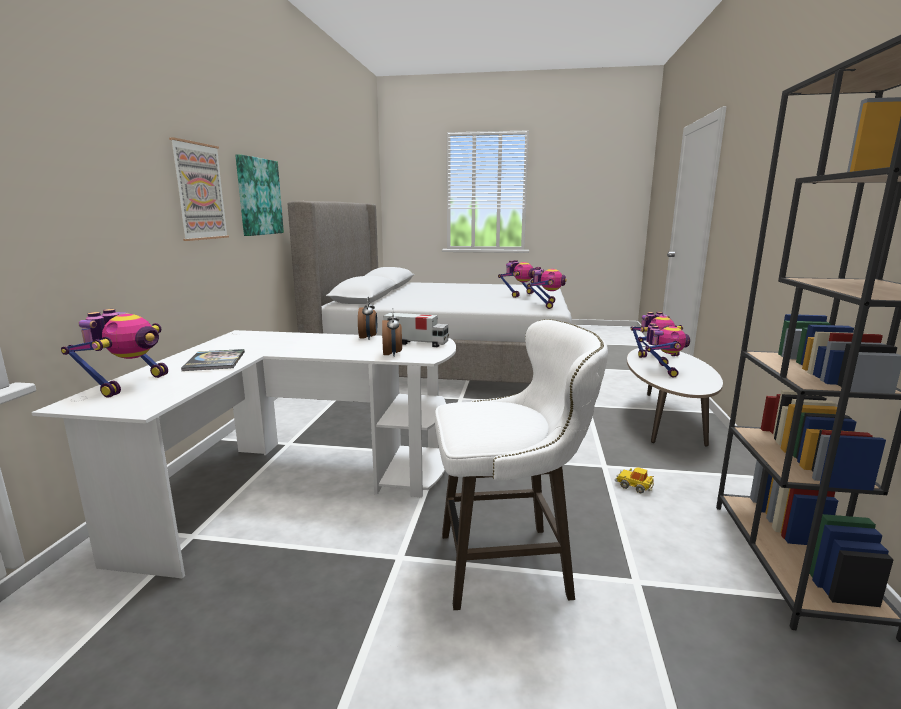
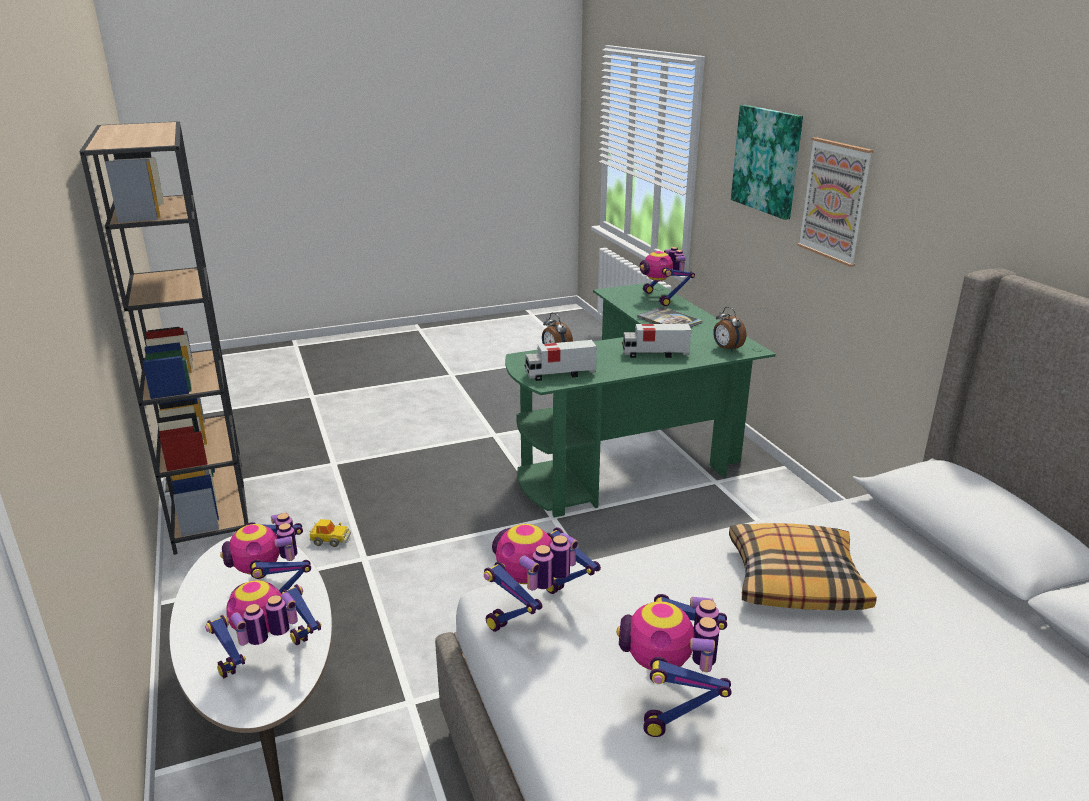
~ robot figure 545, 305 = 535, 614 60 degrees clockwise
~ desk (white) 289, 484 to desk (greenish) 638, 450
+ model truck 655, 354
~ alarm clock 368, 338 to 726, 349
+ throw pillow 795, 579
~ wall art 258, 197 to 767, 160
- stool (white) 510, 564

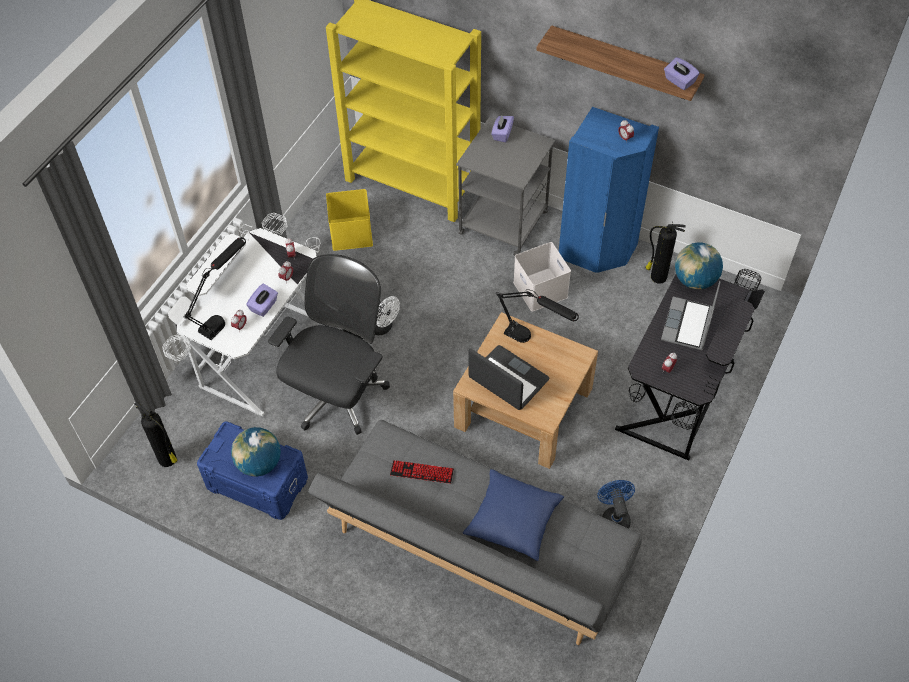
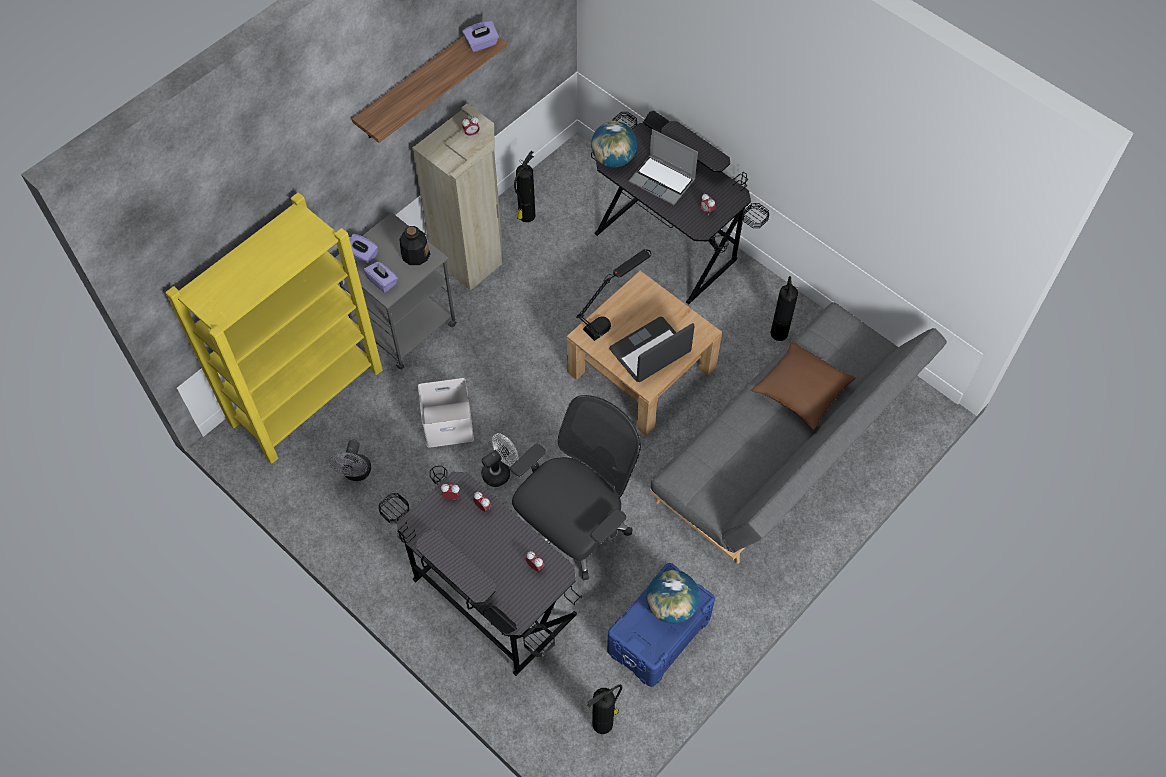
~ storage box (yellow-coloured) 352, 233 to fan (grey) 356, 473
~ tissue holder (purple) 264, 306 to 382, 282
~ desk (white) 261, 352 to desk (black) 490, 600
+ bottle 415, 254
~ storage cabinet (blue-coloured) 597, 249 to storage cabinet (sand-coloured) 473, 254
~ storage box (white) 541, 290 to 449, 423
~ desk chair 340, 397 = 577, 532 90 degrees clockwise
~ throw pillow (blue-coloured) 513, 521 to throw pillow (brown) 801, 391
~ fan (blue-coloured) 614, 517 to extinguisher 779, 332
- table lamp (black) 225, 315
- keyboard 422, 472

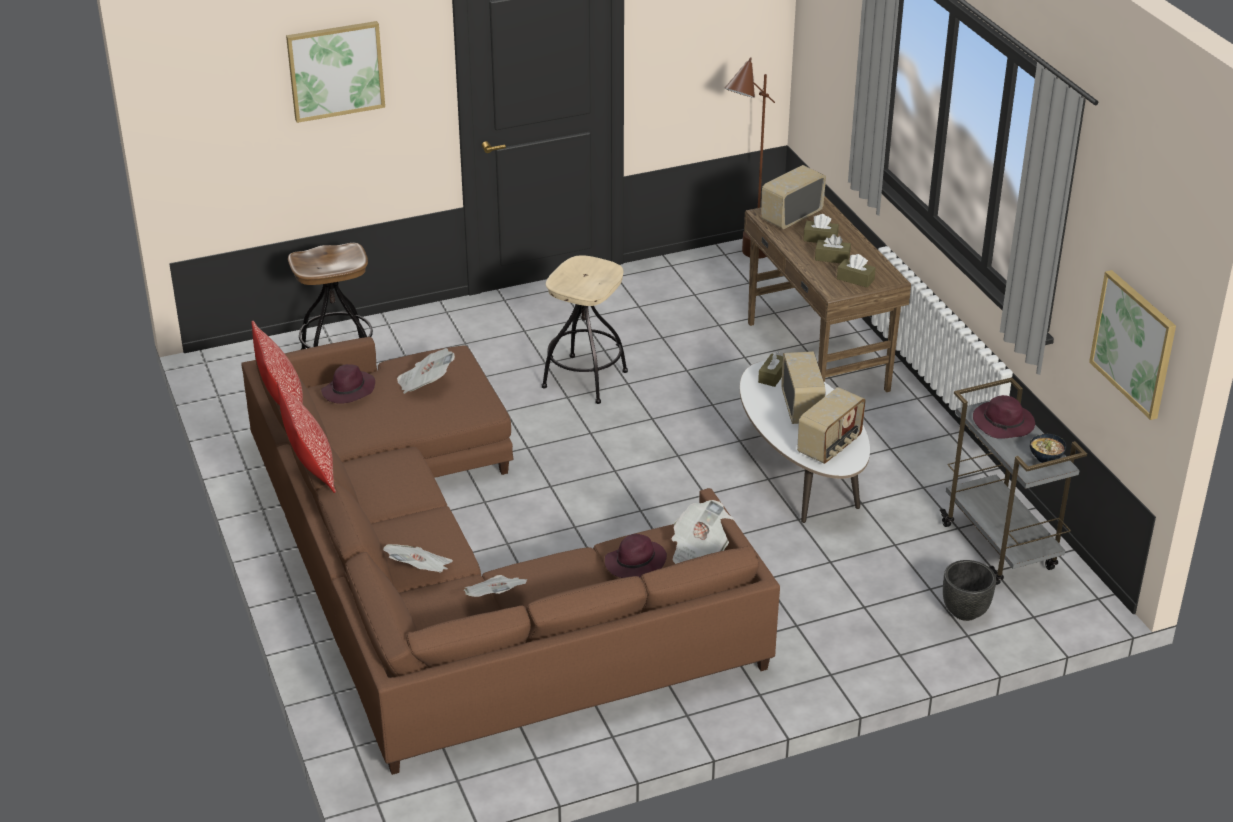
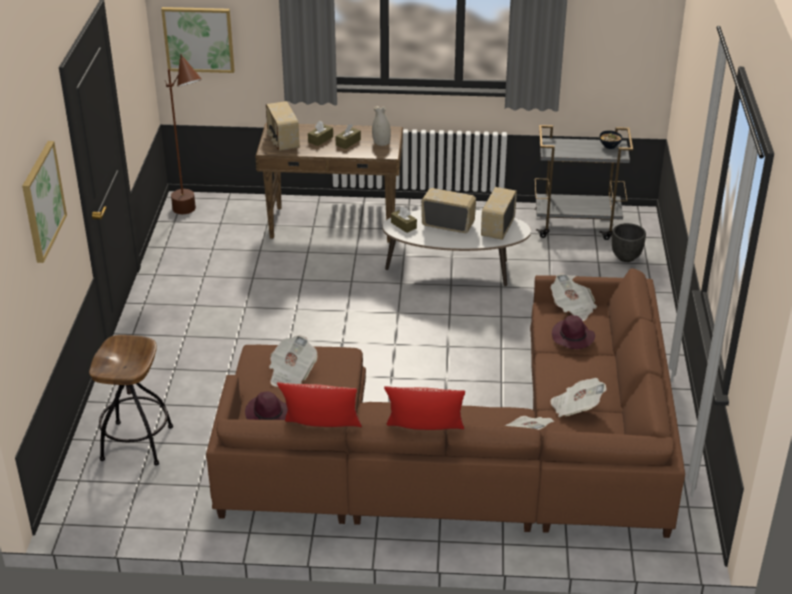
~ wall art 1134, 343 to 198, 39
~ tissue holder (brown) 855, 279 to vase (white) 381, 142
~ radio 830, 446 = 497, 228 135 degrees counterclockwise
- stool (sand-coloured) 585, 379
- hat (purple) 1004, 424

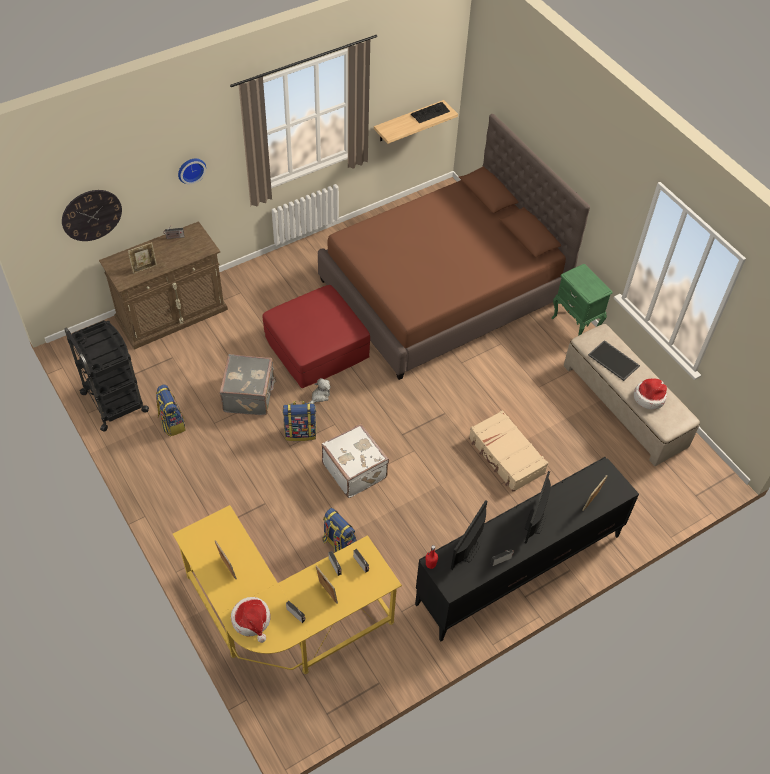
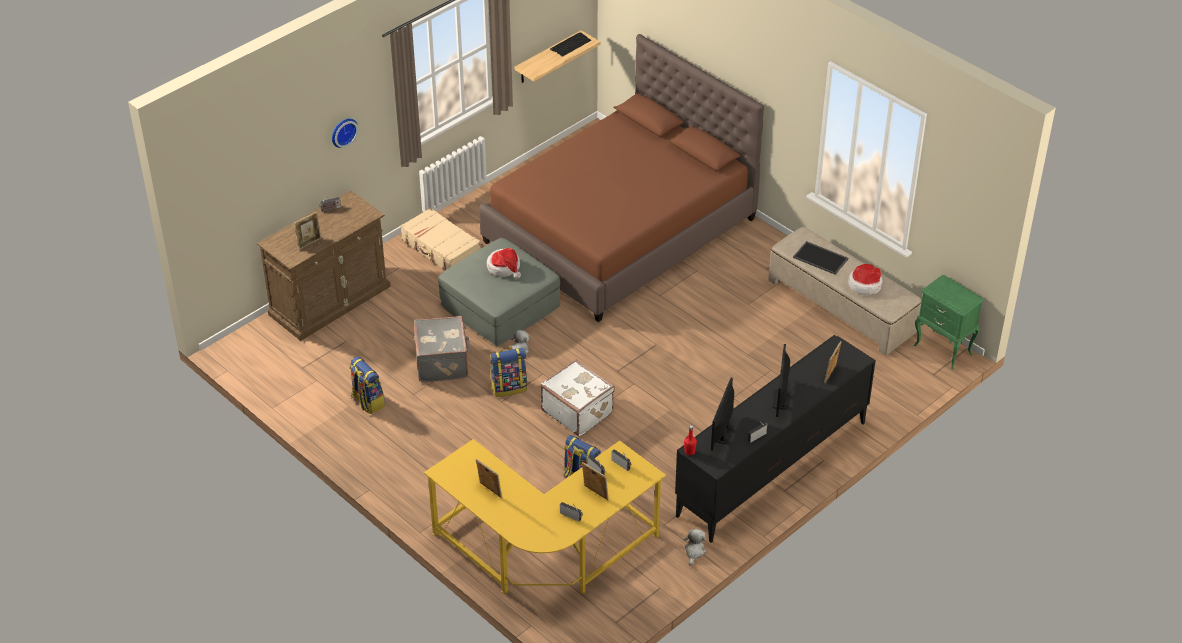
~ piece of luggage (sand-coloured) 506, 456 to 441, 248
~ ottoman (red) 317, 347 to ottoman (grey) 500, 306
~ hat 252, 620 to 504, 268
+ soft toy 694, 551
~ night table (greenish) 575, 326 to 943, 350
- wall clock 91, 215
- trolley (black) 115, 402

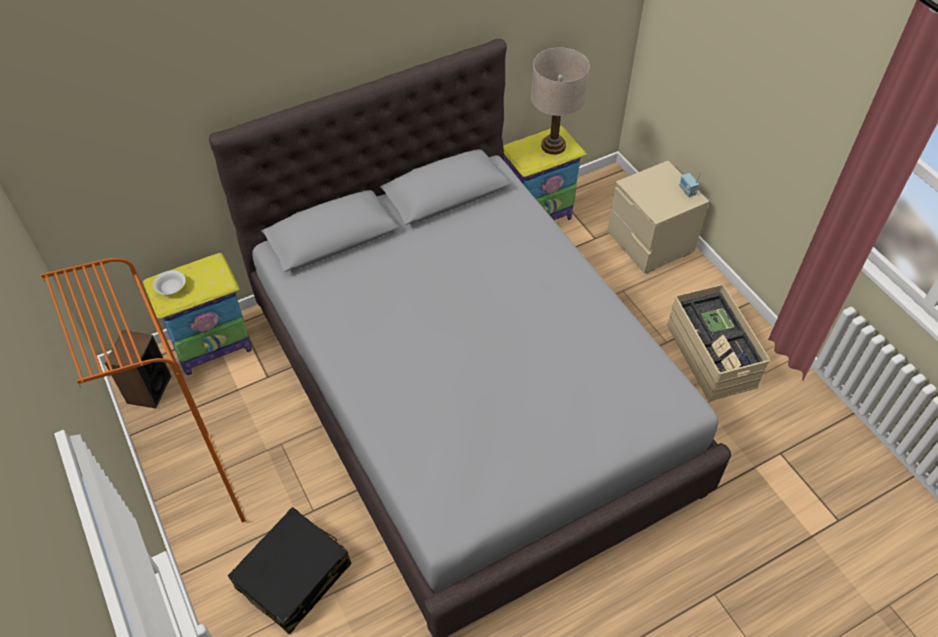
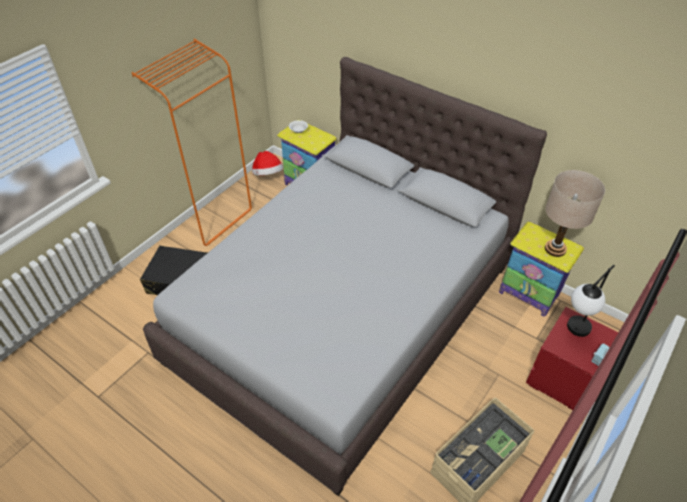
~ speaker 149, 389 to hat 268, 175
~ night table (sand-coloured) 651, 242 to night table (red) 564, 378
+ table lamp 573, 332

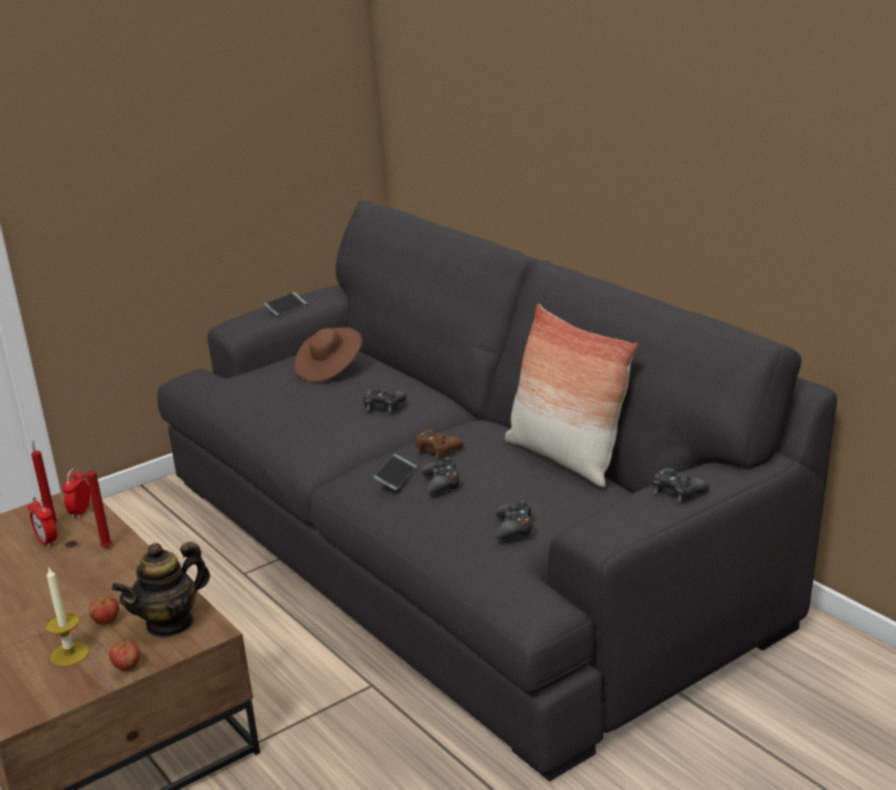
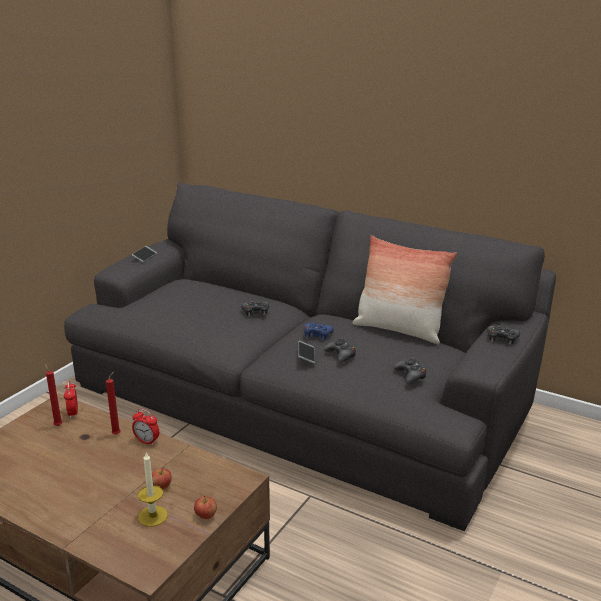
~ alarm clock 47, 541 to 147, 441
~ gamepad (brown) 437, 449 to gamepad (blue-coloured) 317, 334
- teapot 170, 623
- hat (brown) 330, 370

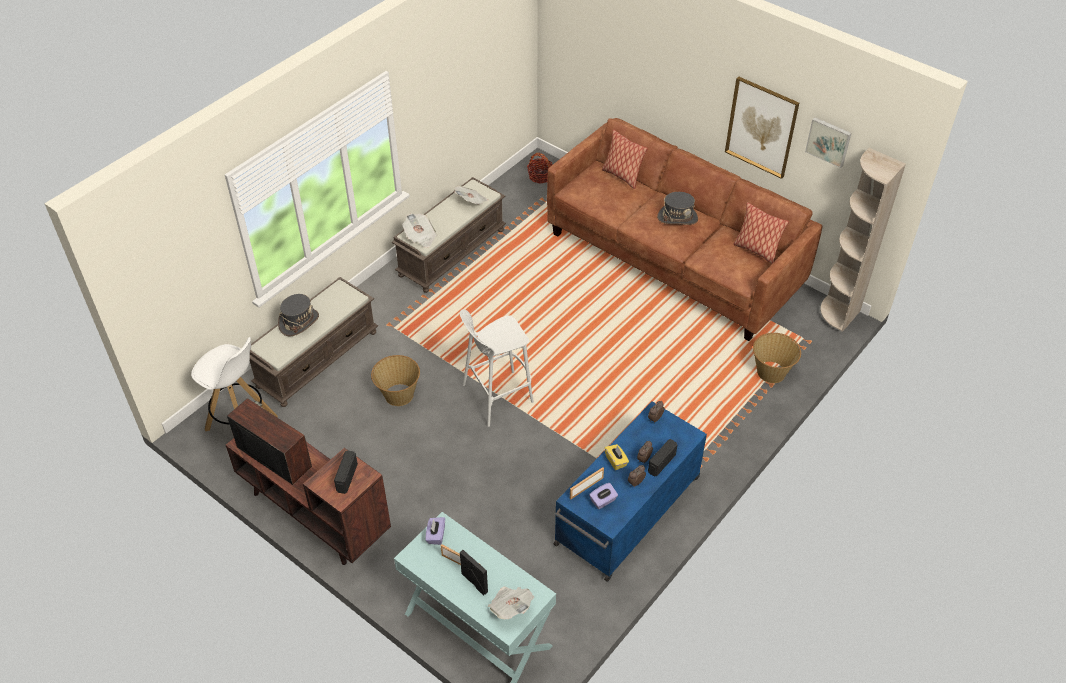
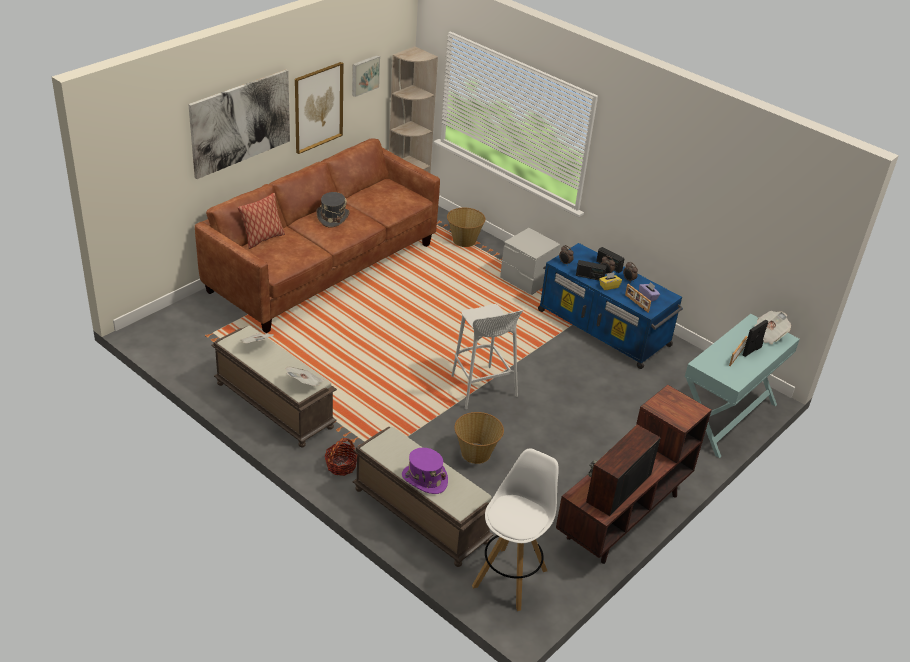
+ wall art 240, 123
~ household basket 540, 176 to 341, 465
~ hat (grey) 299, 322 to hat (purple) 424, 479
+ night table (white) 527, 279
~ radio 346, 477 to 589, 277
- tissue holder (purple) 436, 535
- throw pillow 756, 250

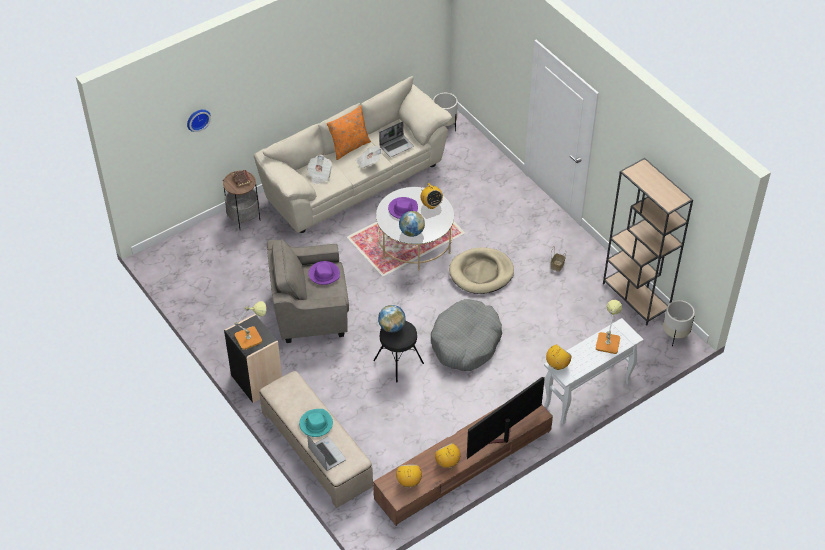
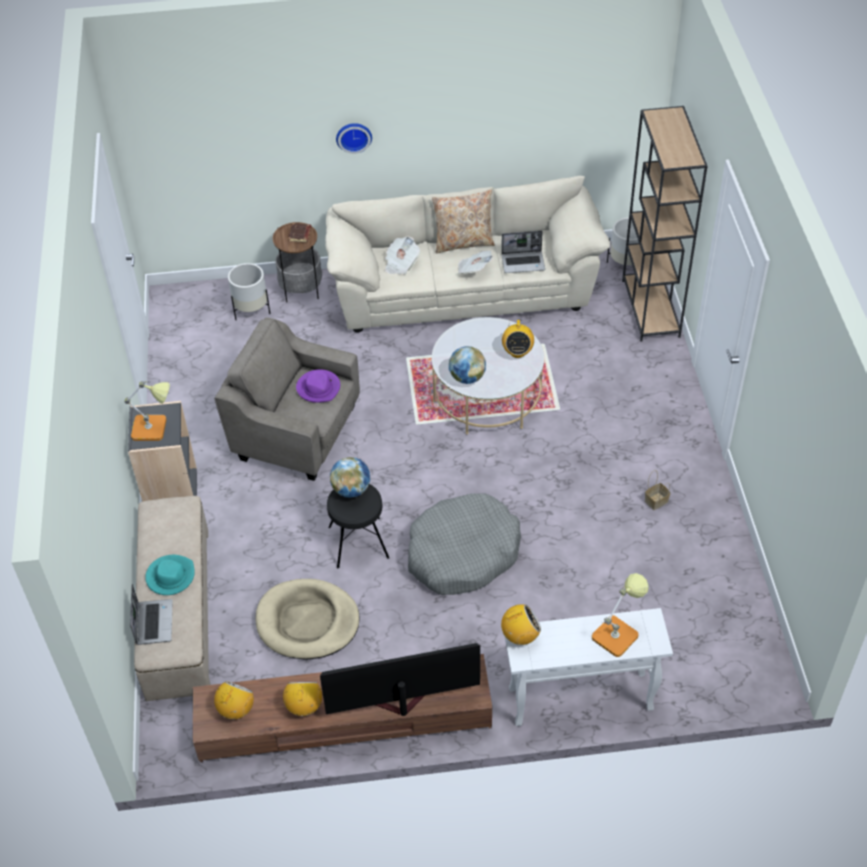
~ plant pot (white) 675, 334 to 251, 310
~ dog cushion (sand-coloured) 481, 273 to 307, 622
~ wall clock 197, 119 to 353, 136
~ throw pillow (orange-coloured) 349, 146 to throw pillow (sand-coloured) 463, 242
~ shelving unit 636, 297 to 651, 309
- hat (purple) 403, 209

